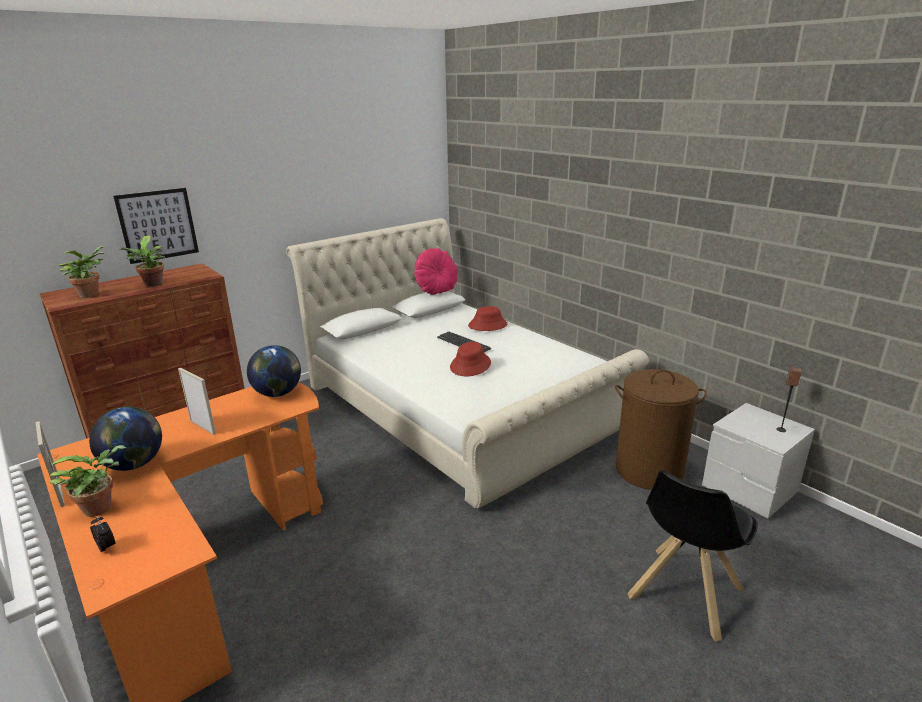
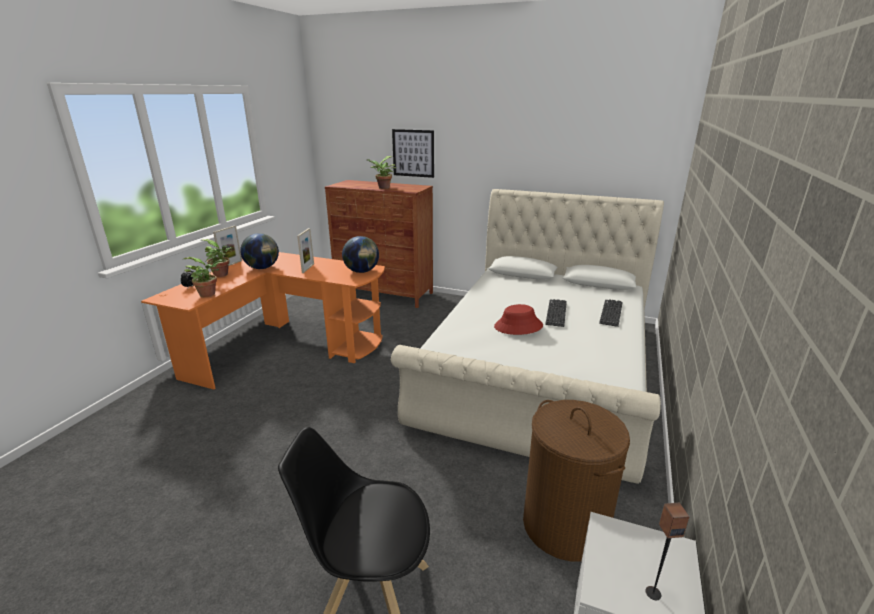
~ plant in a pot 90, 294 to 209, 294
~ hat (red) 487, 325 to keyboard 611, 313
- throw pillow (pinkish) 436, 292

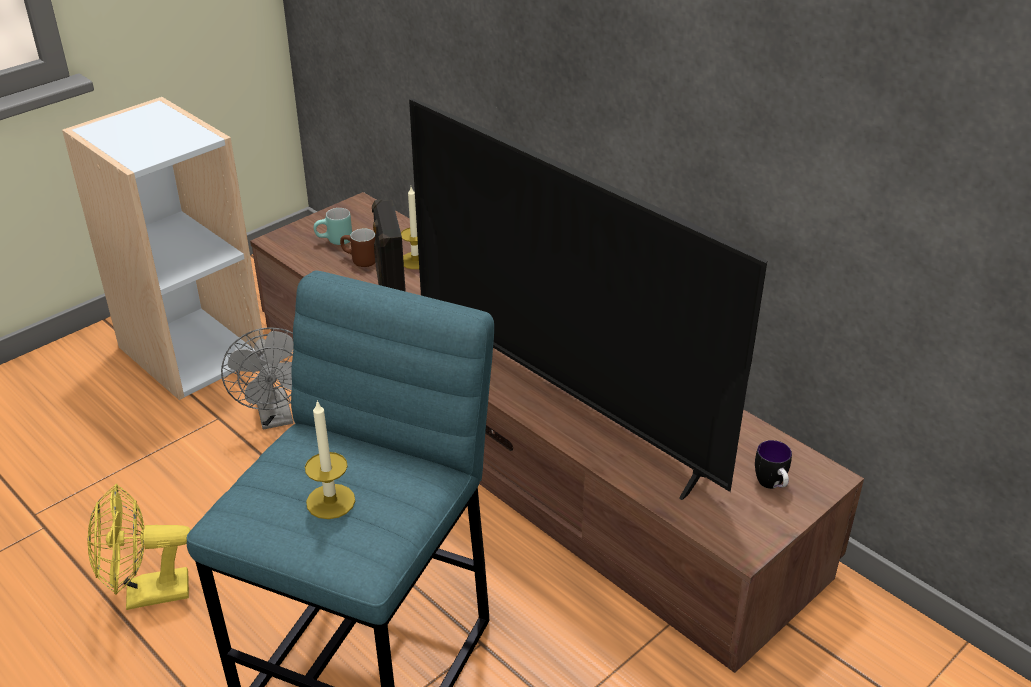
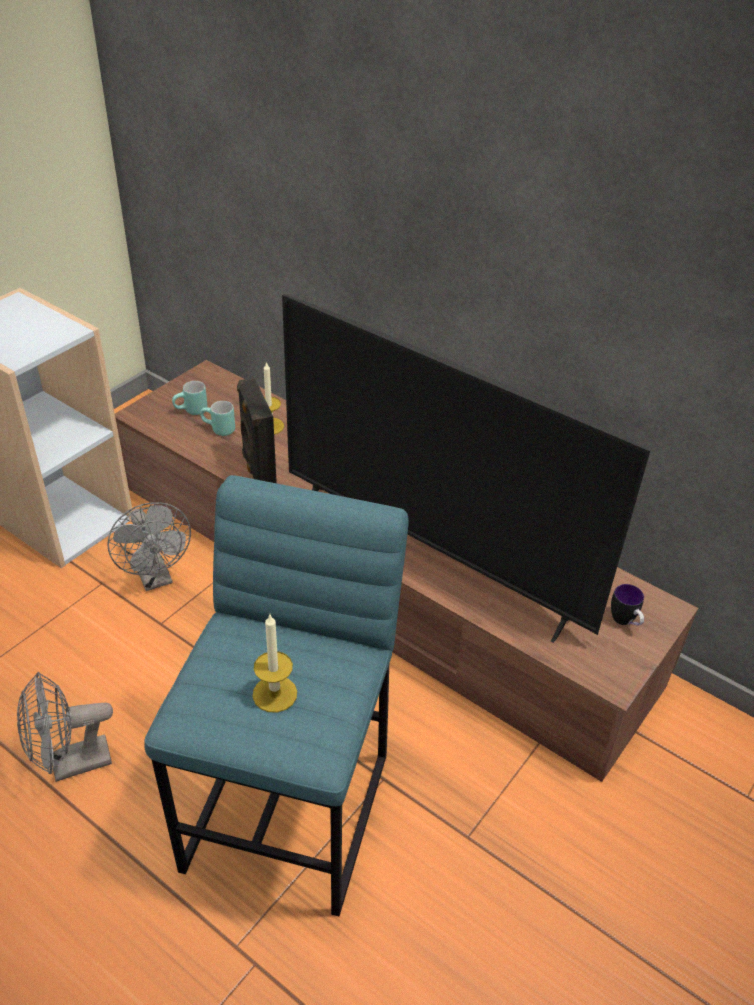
~ fan (yellow-coloured) 146, 595 to fan (grey) 71, 764
~ mug (brown) 358, 261 to mug (turquoise-coloured) 218, 430

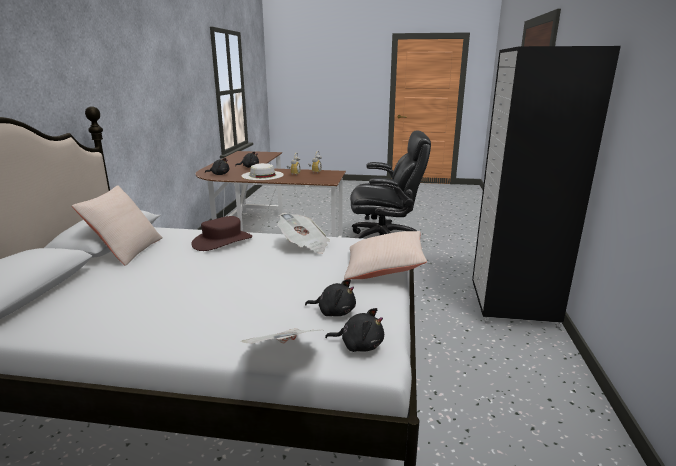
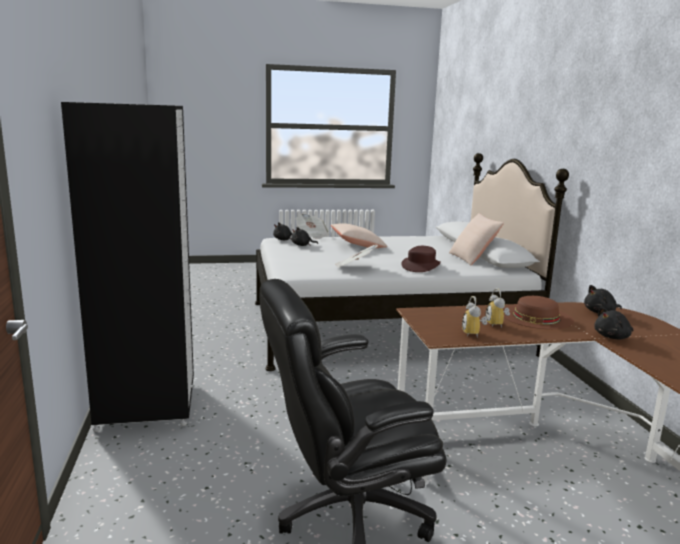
~ throw pillow (sand-coloured) 384, 268 to 357, 245
~ hat (white) 262, 175 to hat (brown) 536, 317

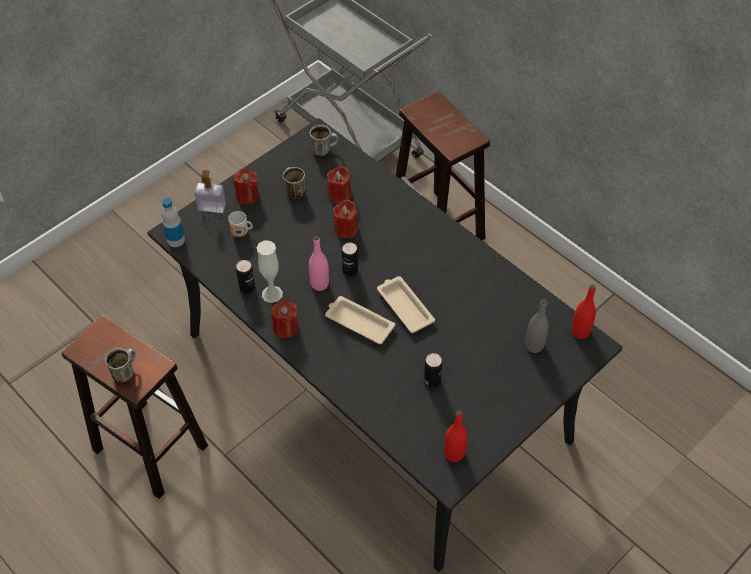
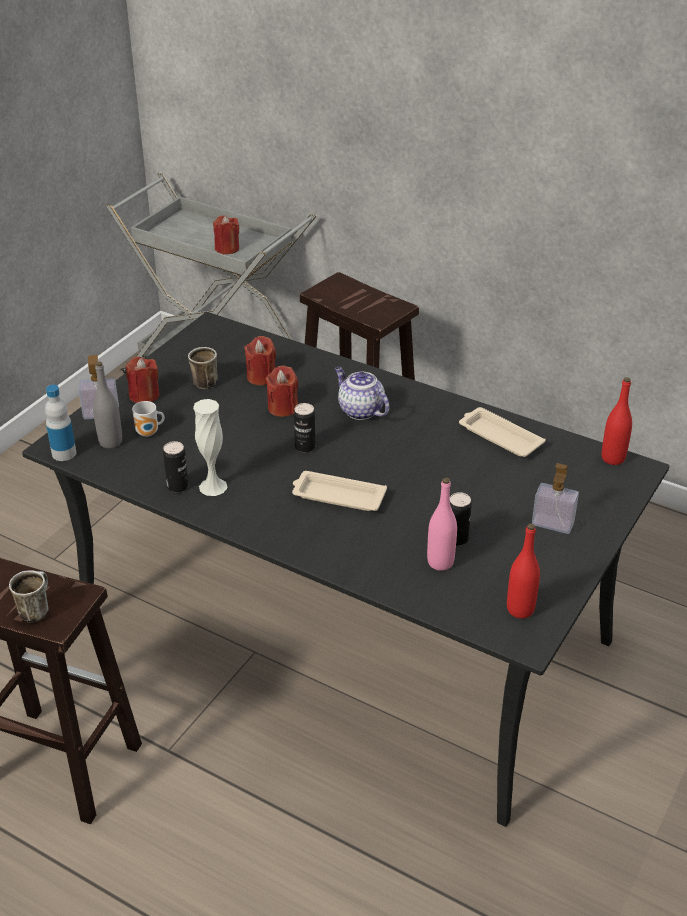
~ bottle (grey) 534, 345 to 110, 442
~ candle (red) 285, 328 to 227, 248
+ teapot 360, 410
~ bottle (pinkish) 319, 284 to 440, 562
~ serving tray (sand-coloured) 404, 306 to 499, 436
+ liquid soap bottle 552, 523
- mug 324, 150

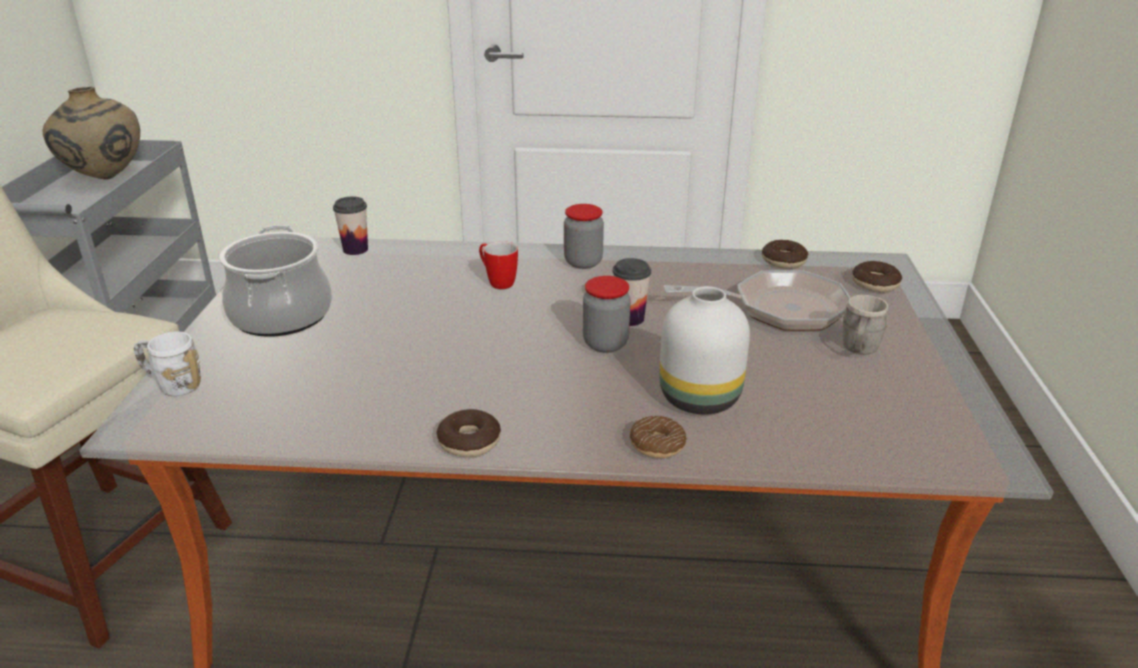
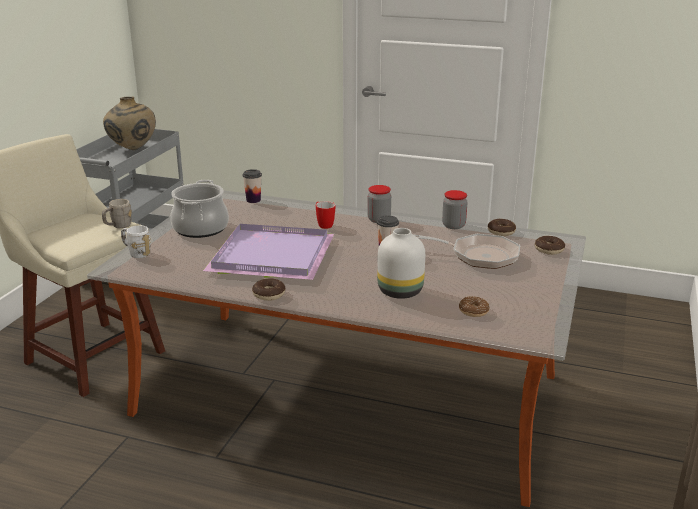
~ mug (grey) 858, 350 to 118, 226
+ serving tray (purple) 274, 255
~ preserve jar 605, 343 to 453, 225
~ ring doughnut 657, 444 to 473, 311

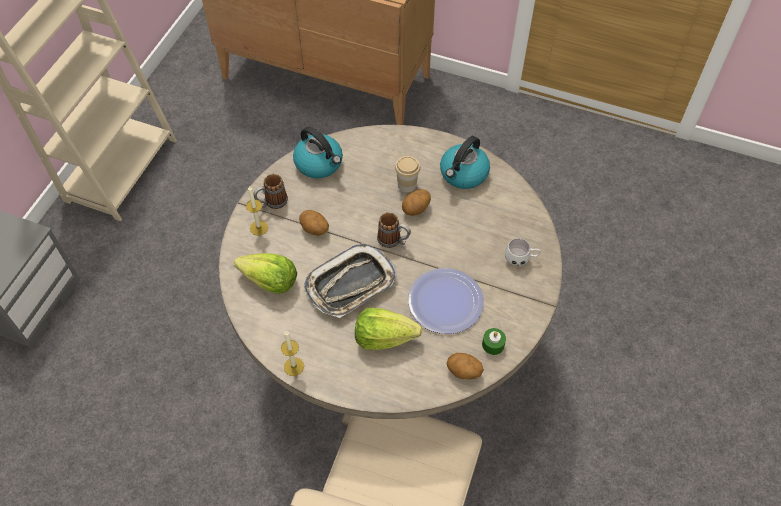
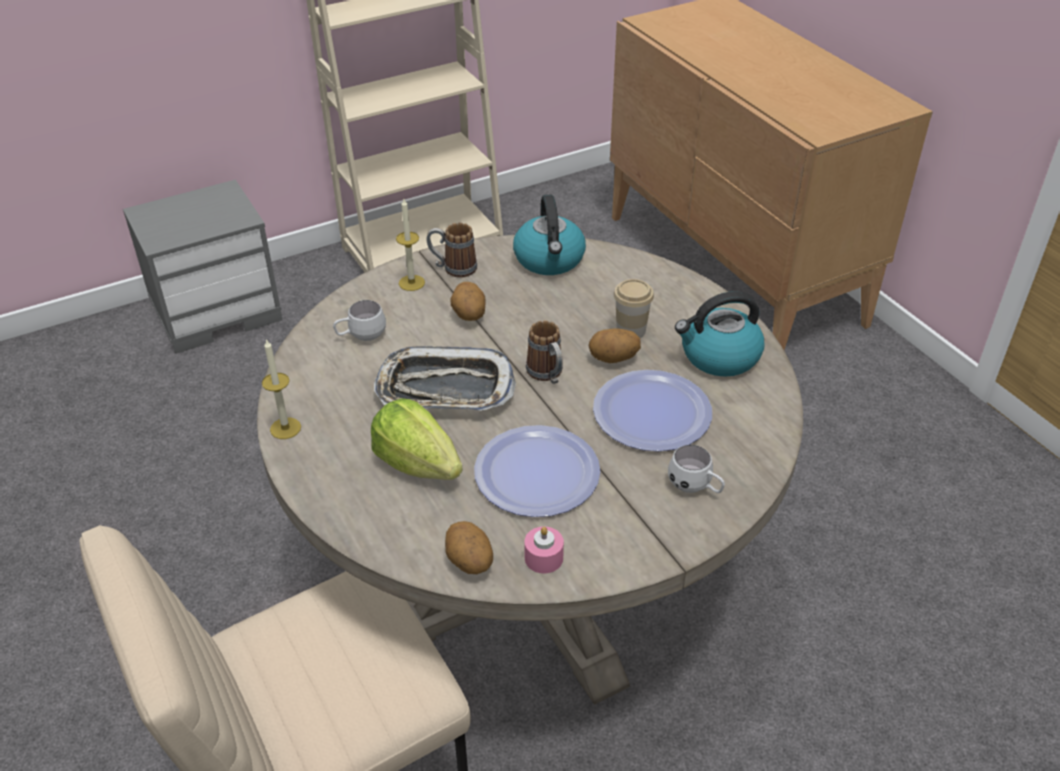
~ head of lettuce 269, 282 to mug (white) 361, 336
~ candle (greenish) 493, 344 to candle (pinkish) 543, 558
+ flat dish 652, 412

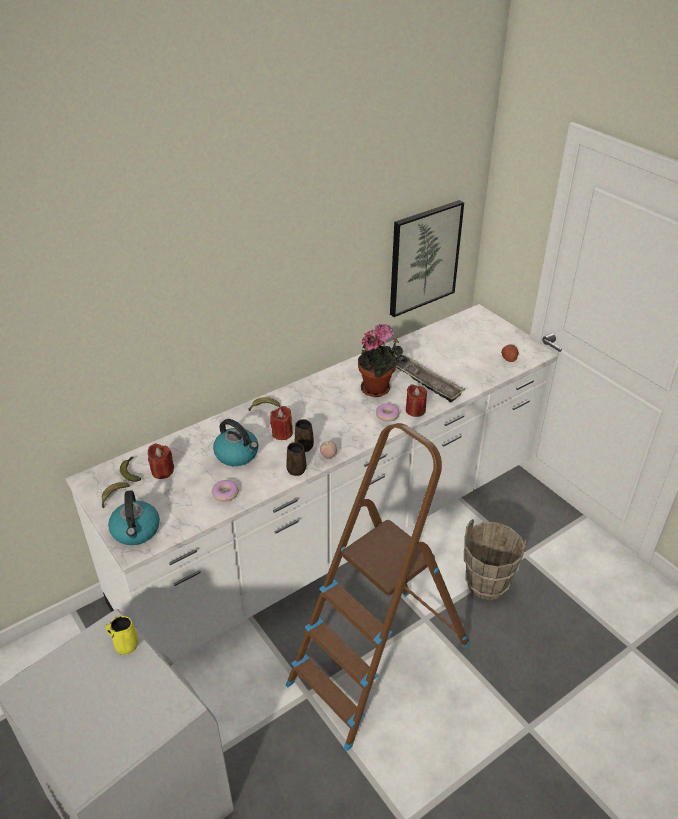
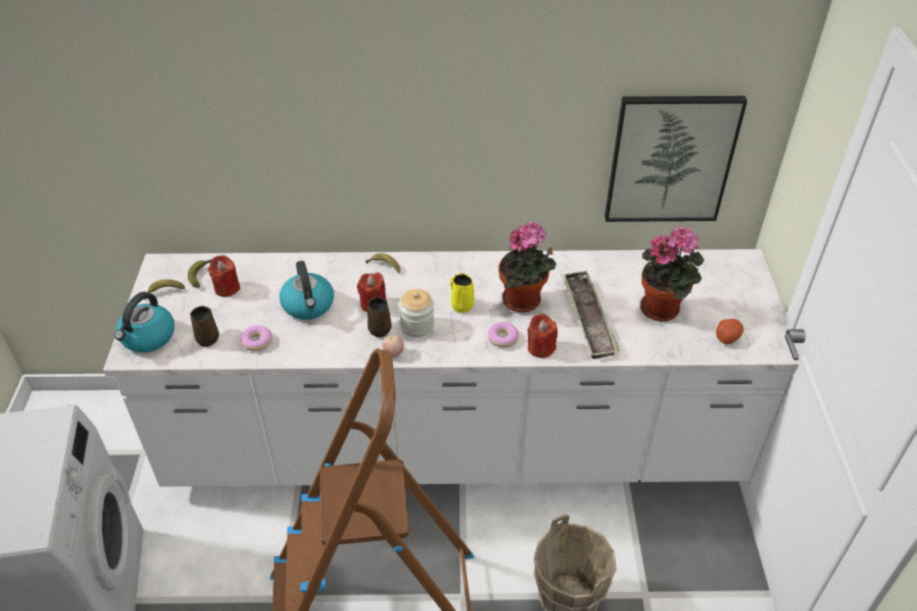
~ mug (brown) 296, 469 to 208, 338
+ preserve jar 417, 326
~ mug (yellow-coloured) 125, 645 to 461, 305
+ plant in a pot 663, 308

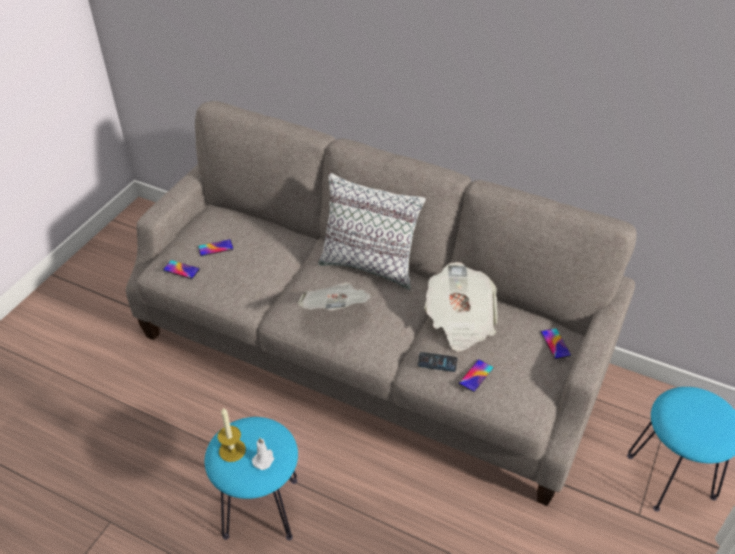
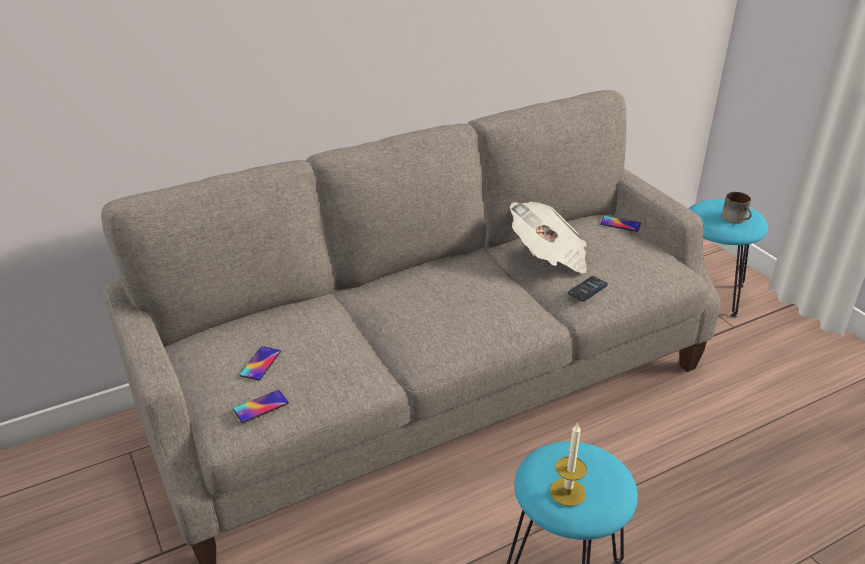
+ mug 737, 219
- candle (white) 264, 459
- newspaper 335, 310
- throw pillow (white) 369, 267
- handset 476, 376

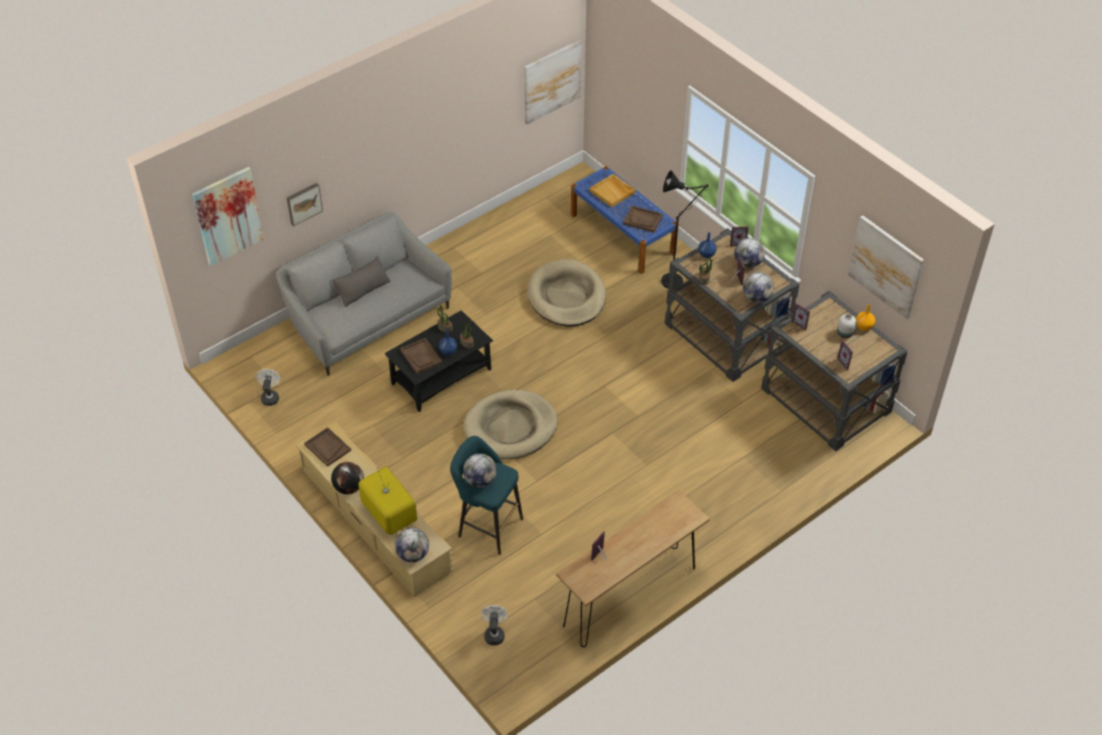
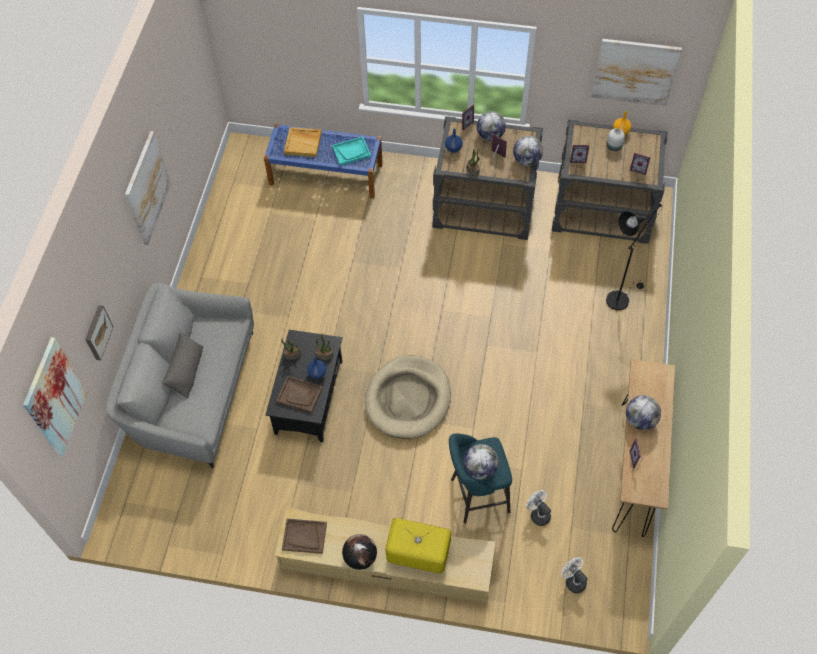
~ wall art 552, 81 to 147, 188
~ serving tray (brown) 642, 220 to serving tray (turquoise-coloured) 351, 152
~ fan (white) 270, 396 to 538, 514
~ standing lamp (black) 676, 281 to 620, 297
~ globe 413, 554 to 640, 420
- dog cushion (sand-coloured) 566, 296

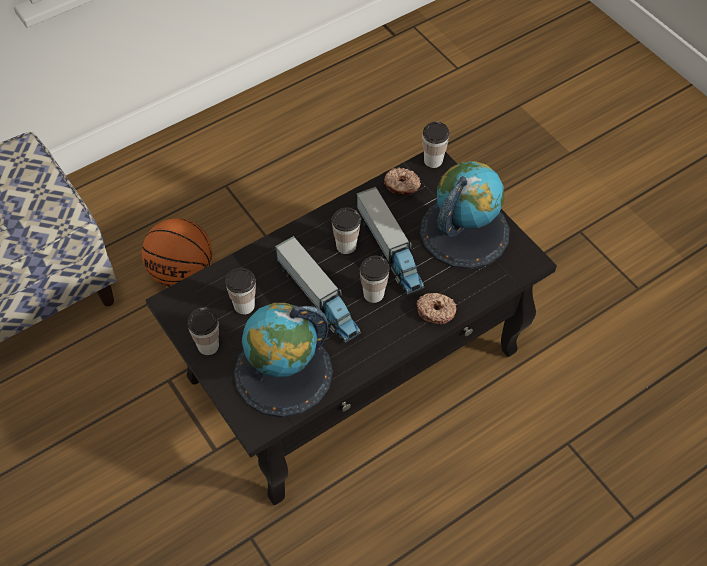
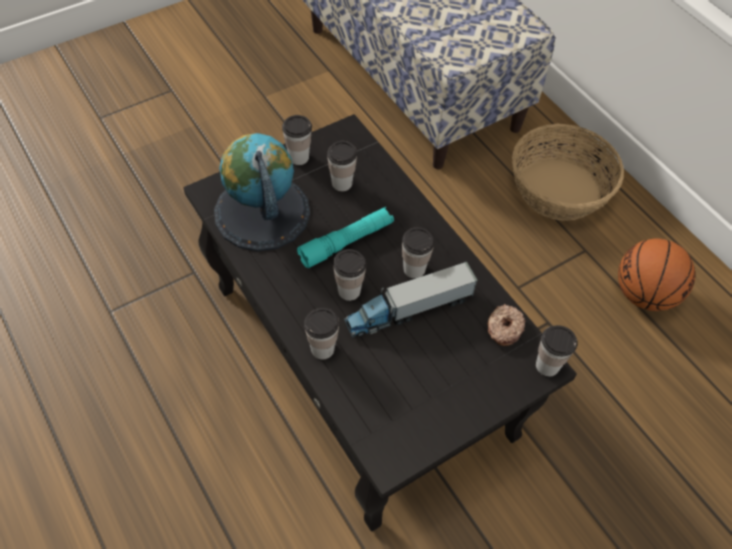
~ model truck 318, 298 to flashlight (turquoise-coloured) 346, 242
~ ring doughnut 436, 311 to drinking cup 322, 349
+ household basket 559, 189
~ ball for basketball 182, 272 to 644, 294
- globe 464, 231

